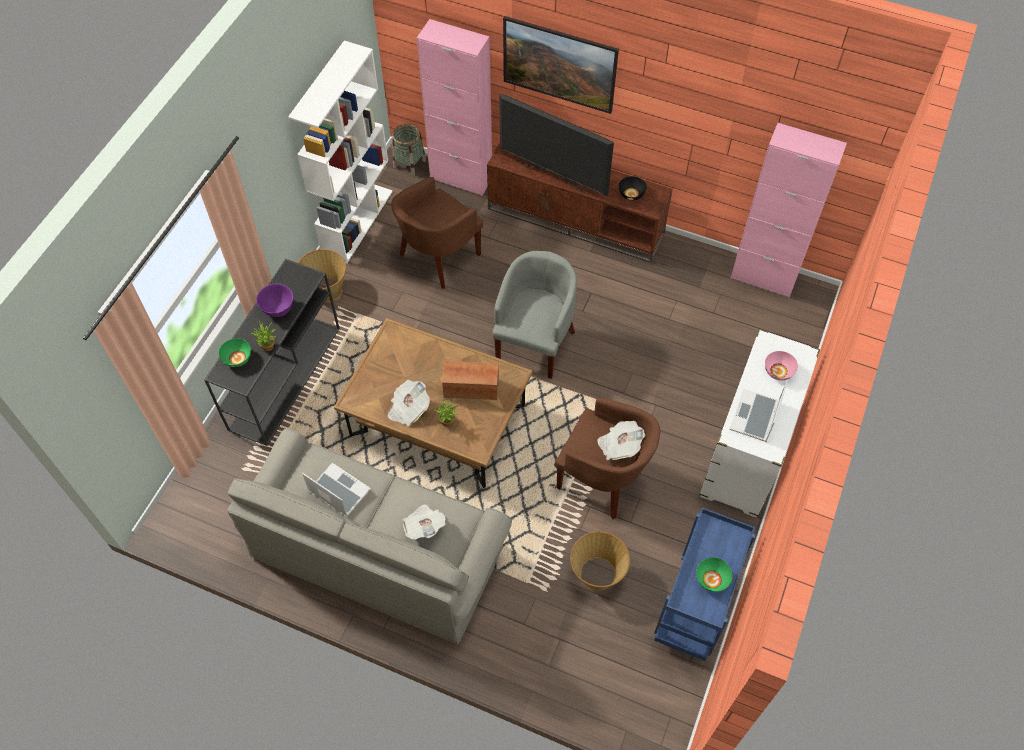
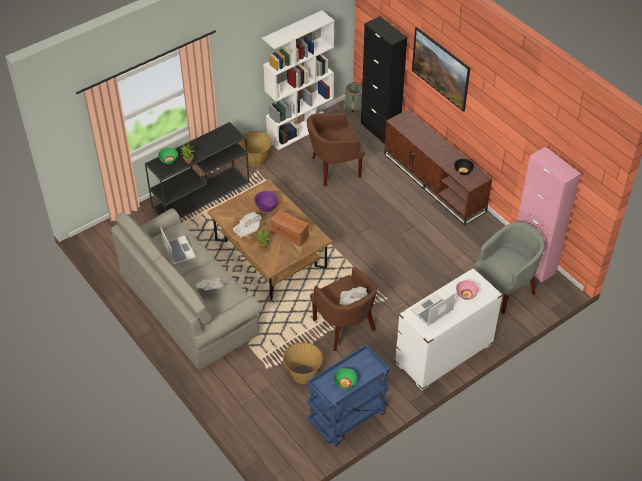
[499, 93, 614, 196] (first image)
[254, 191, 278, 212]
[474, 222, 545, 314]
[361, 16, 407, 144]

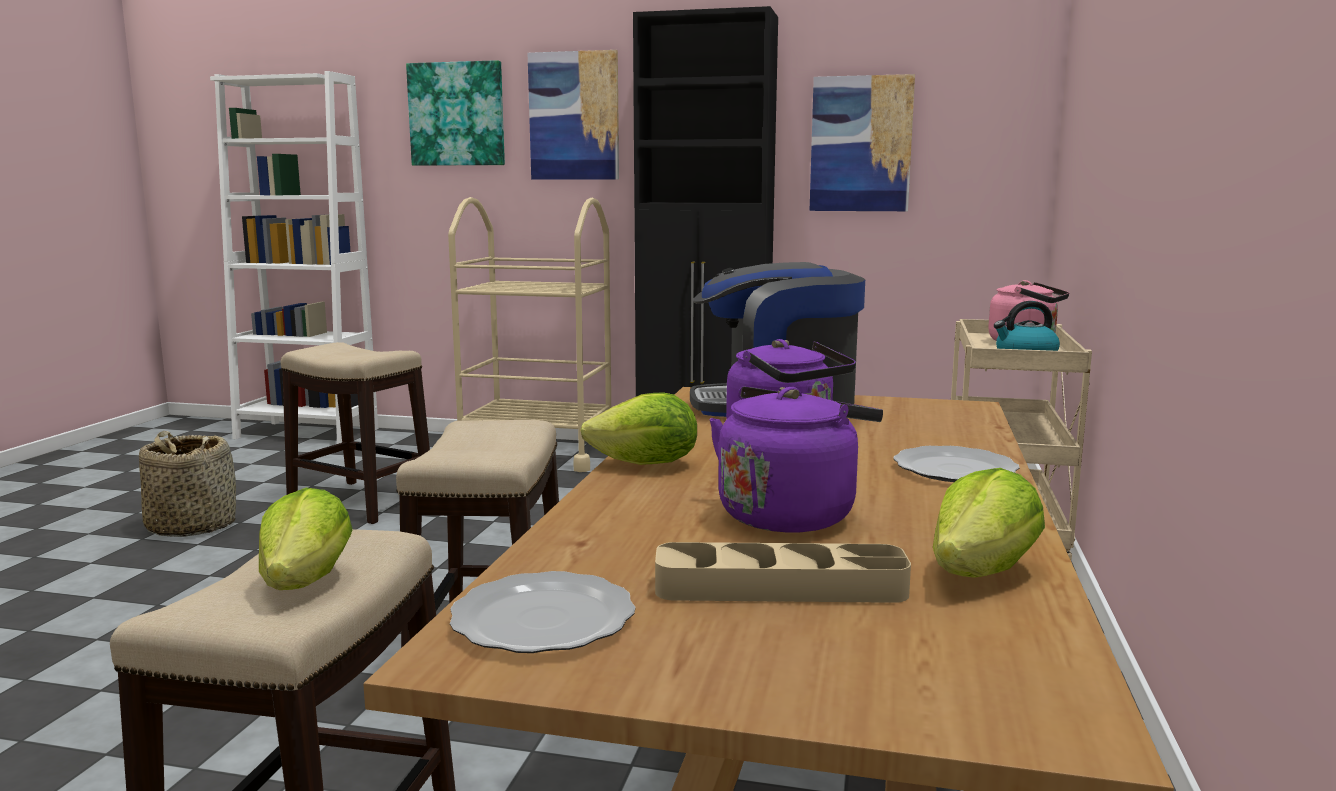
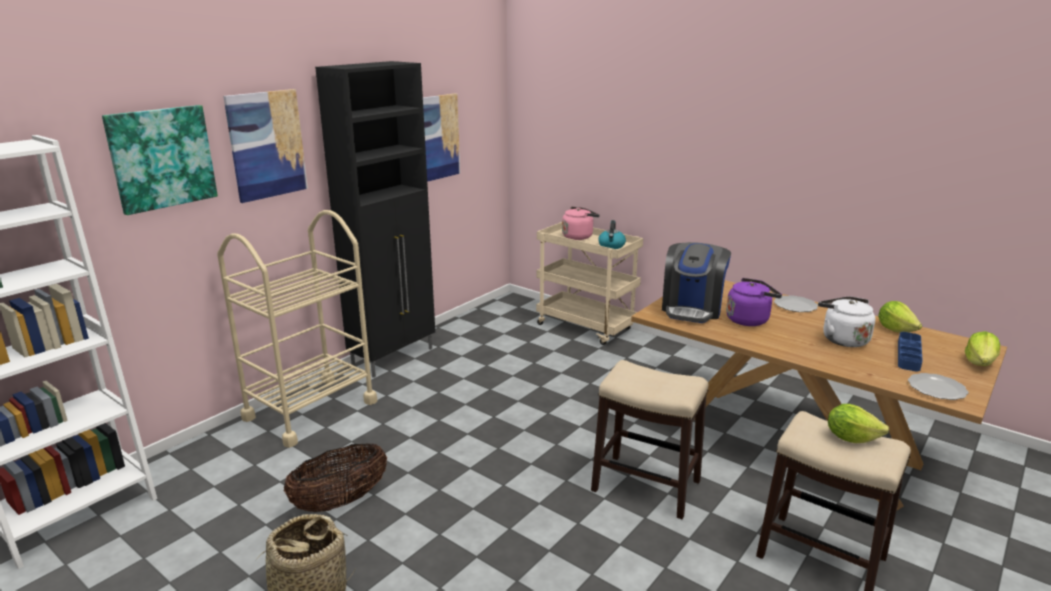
[965, 331, 1000, 366]
[284, 443, 387, 512]
[898, 332, 923, 371]
[818, 296, 875, 347]

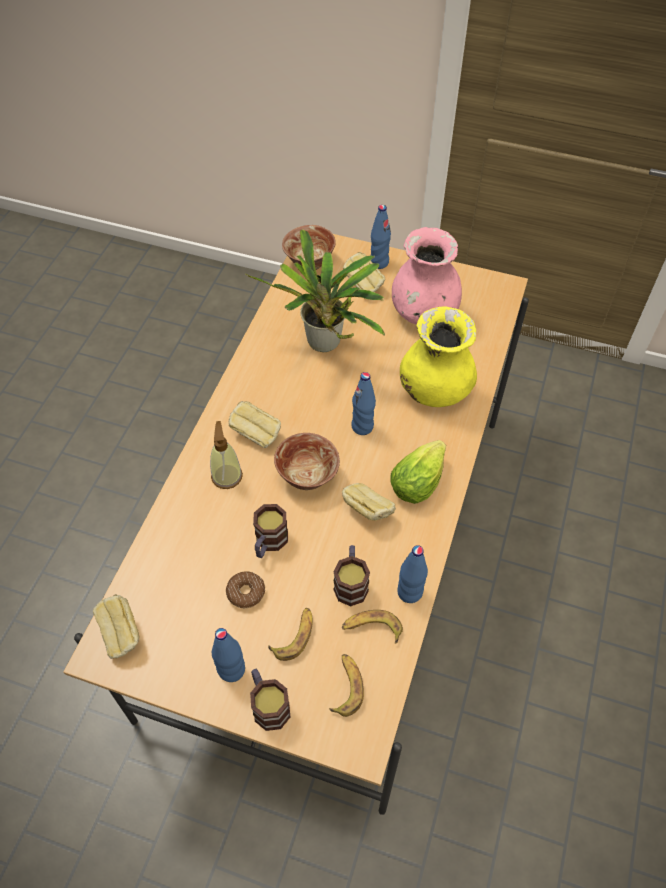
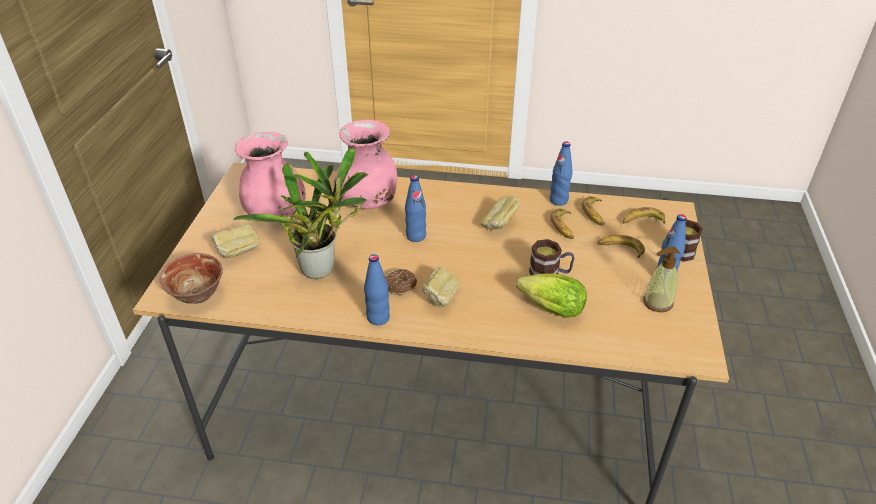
[93, 594, 140, 659] (first image)
[274, 433, 340, 490] (first image)
[643, 247, 680, 312]
[385, 269, 417, 295]
[364, 254, 390, 325]
[516, 274, 587, 318]
[550, 209, 574, 239]
[334, 120, 397, 209]

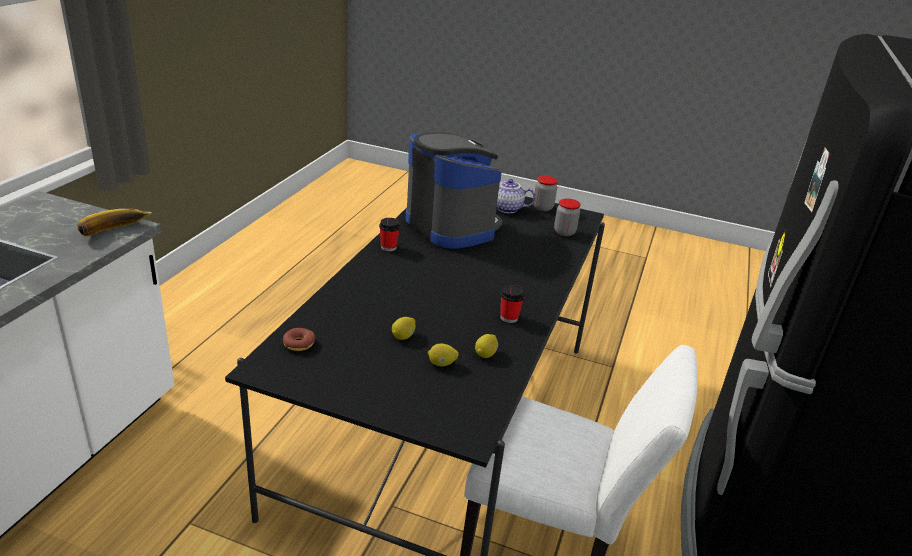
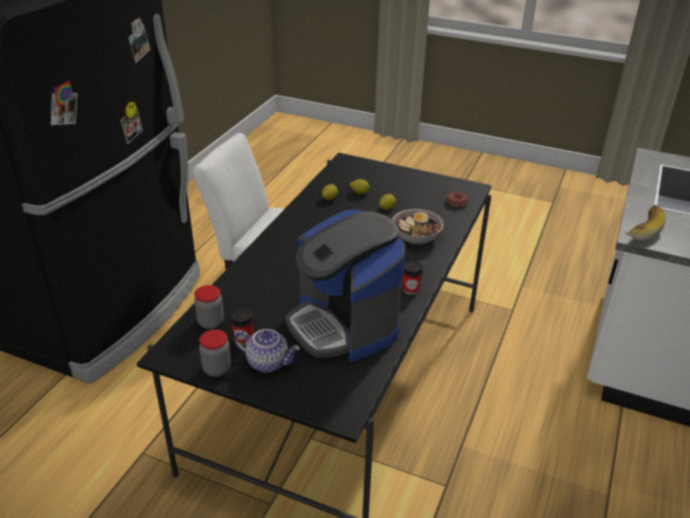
[392, 209, 444, 244]
[230, 308, 254, 345]

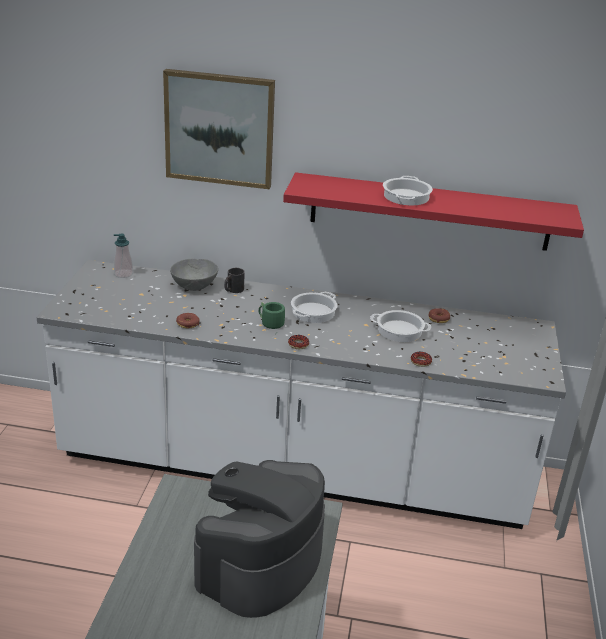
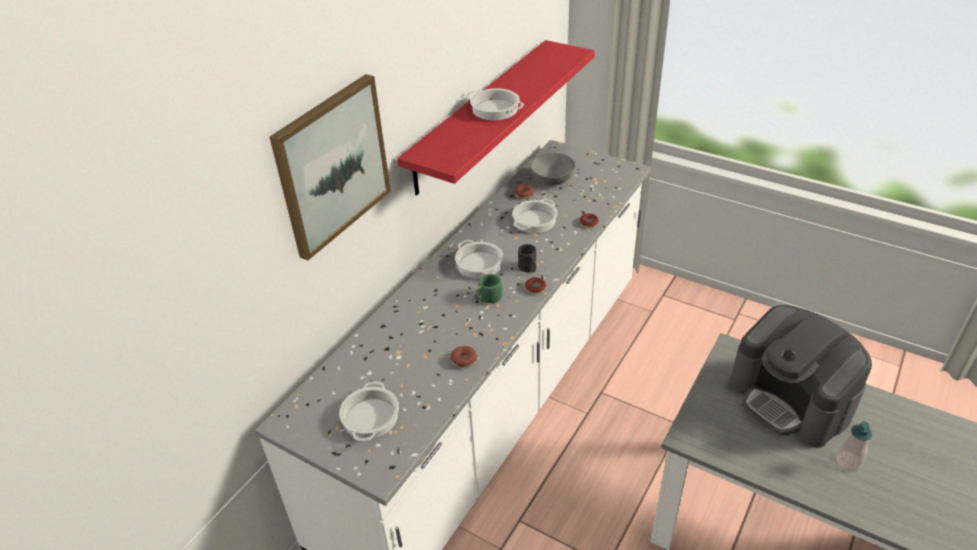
[339, 381, 399, 441]
[836, 421, 872, 471]
[530, 153, 575, 186]
[518, 244, 537, 272]

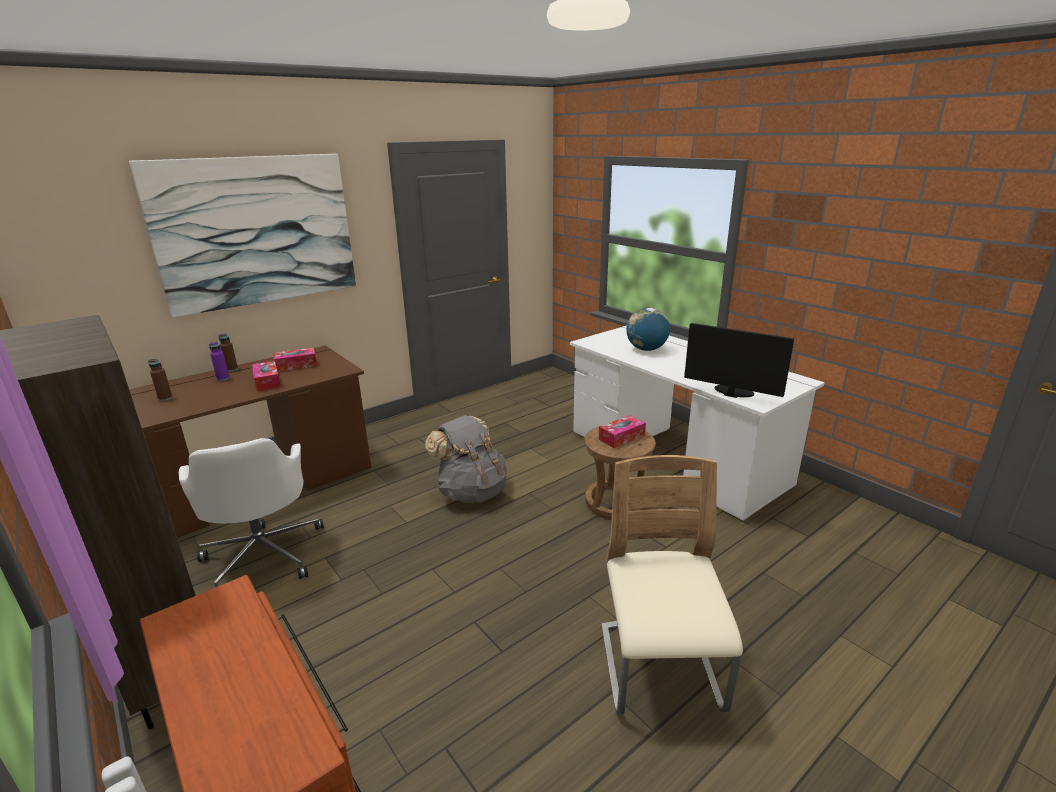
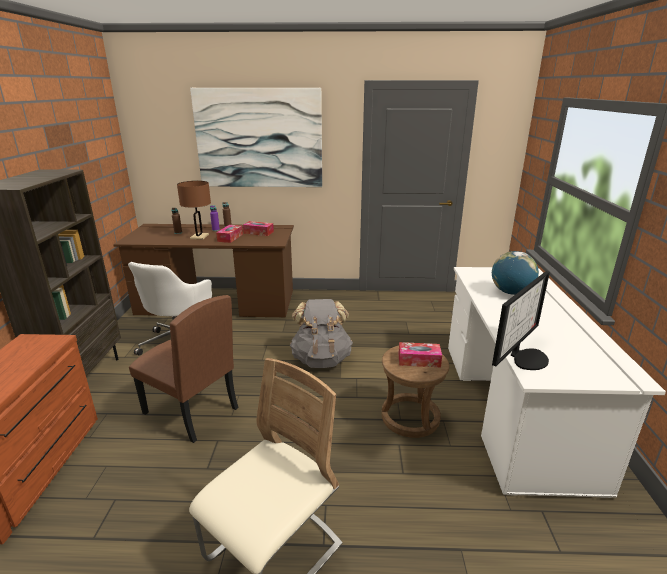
[129, 295, 238, 443]
[177, 181, 211, 240]
[492, 271, 550, 370]

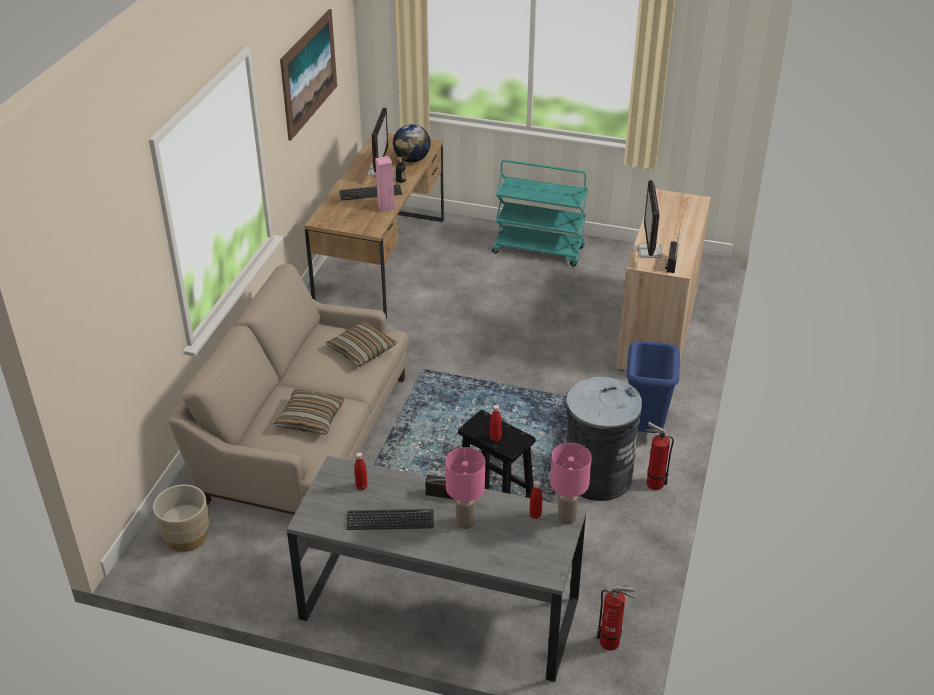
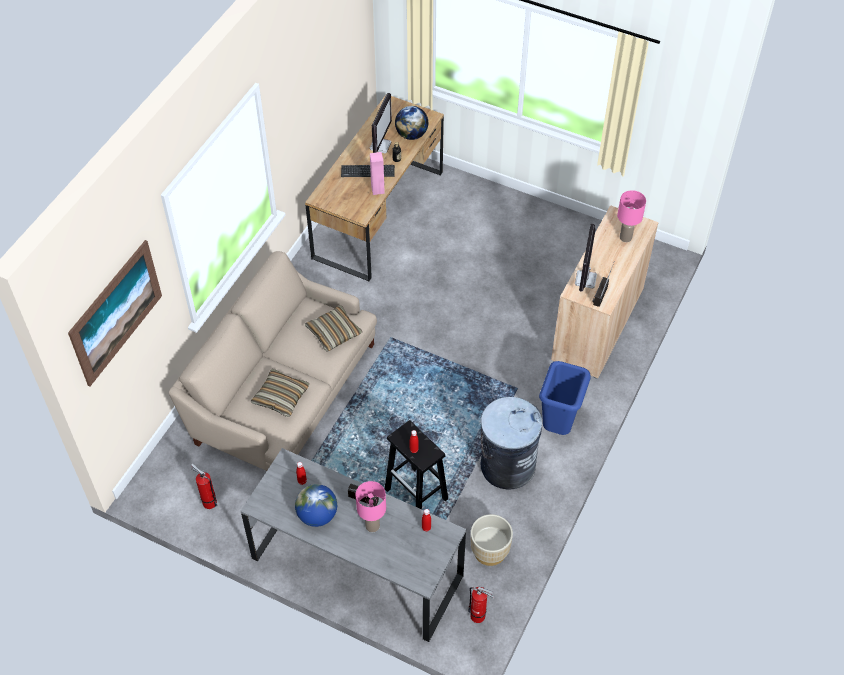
[492, 160, 588, 266] (first image)
[471, 514, 513, 566]
[68, 240, 162, 387]
[617, 190, 646, 242]
[191, 464, 217, 509]
[295, 484, 337, 527]

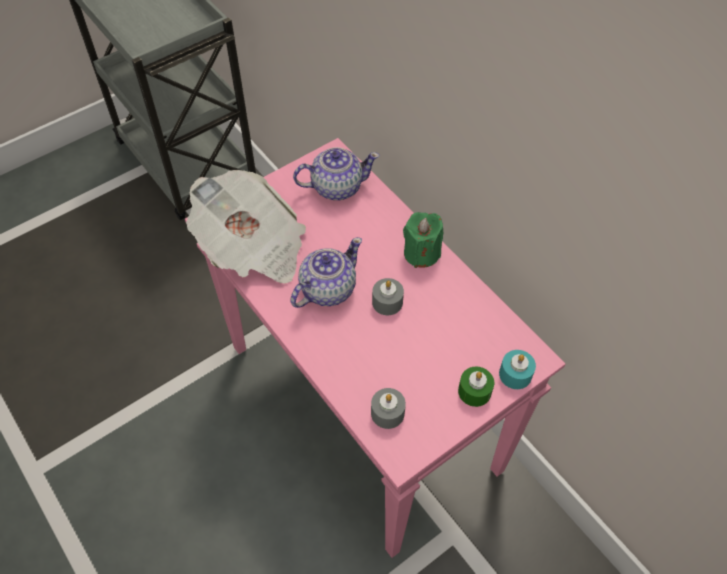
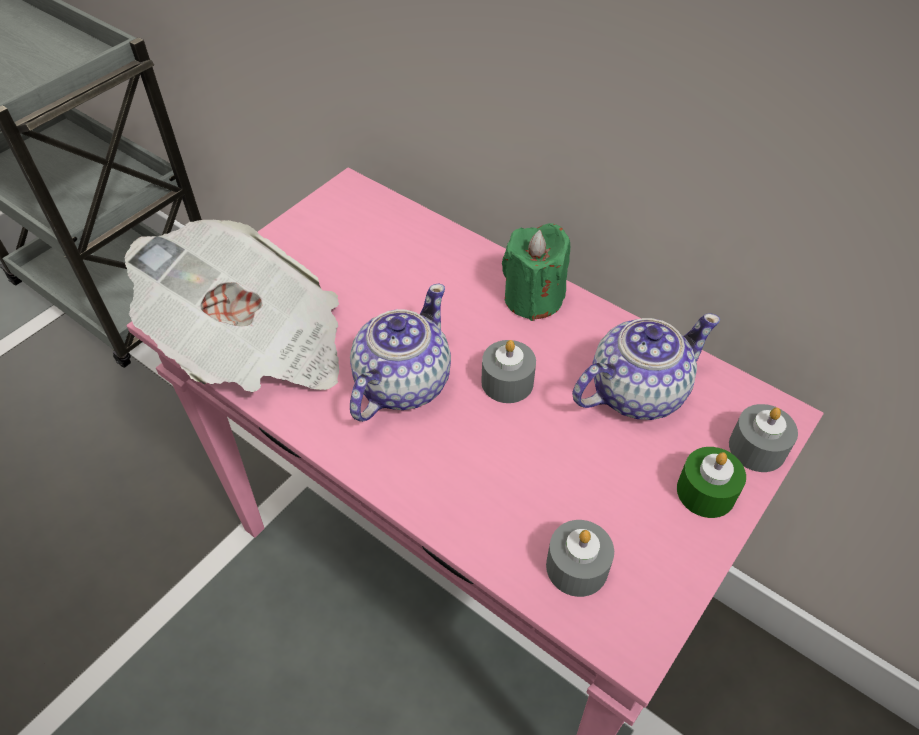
[572, 313, 720, 420]
[729, 404, 798, 472]

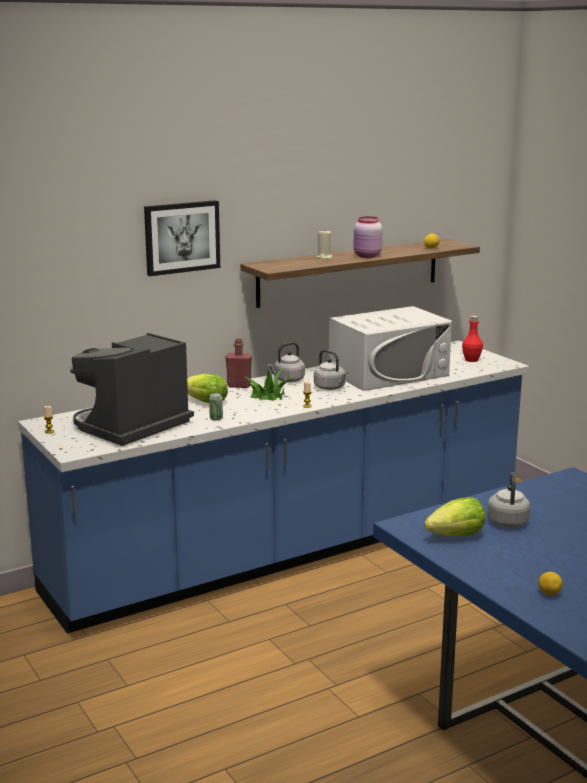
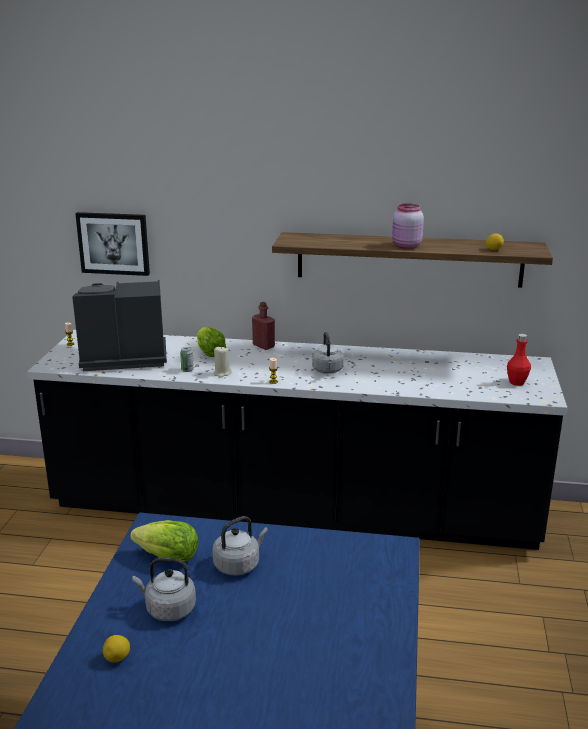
[246, 369, 295, 401] (first image)
[329, 306, 452, 391] (first image)
[75, 212, 150, 276]
[132, 557, 196, 621]
[214, 347, 231, 378]
[27, 330, 567, 550]

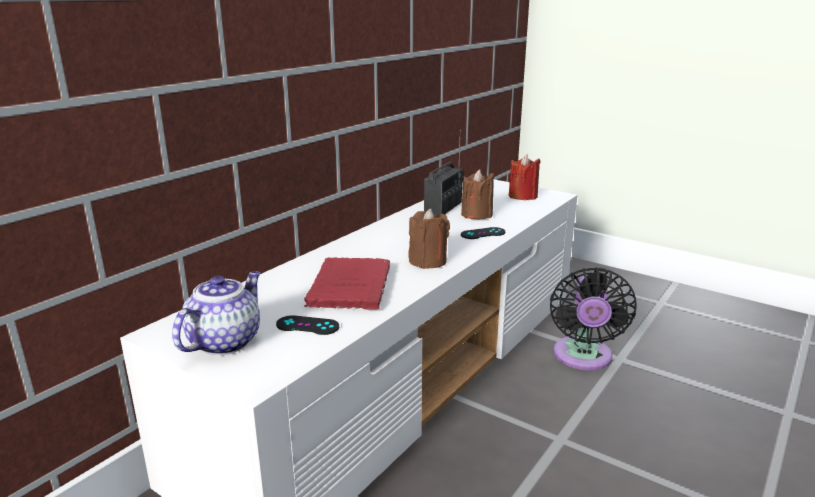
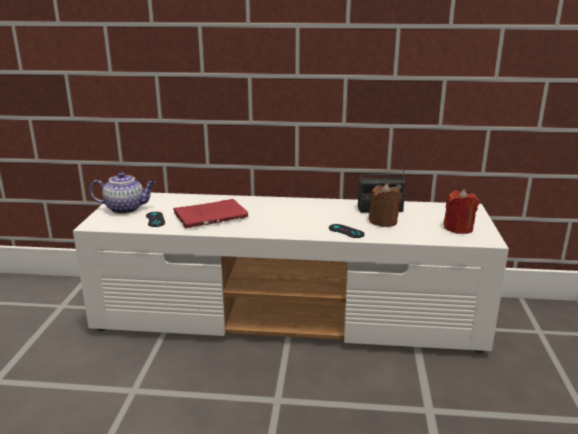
[408, 209, 450, 269] (first image)
[550, 267, 637, 370] (first image)

